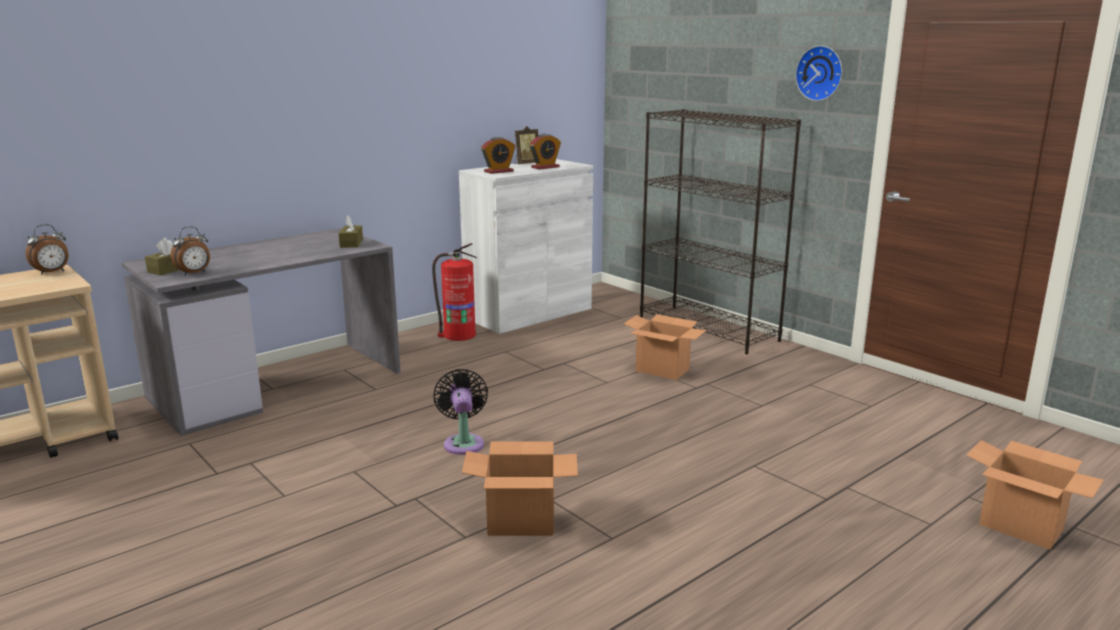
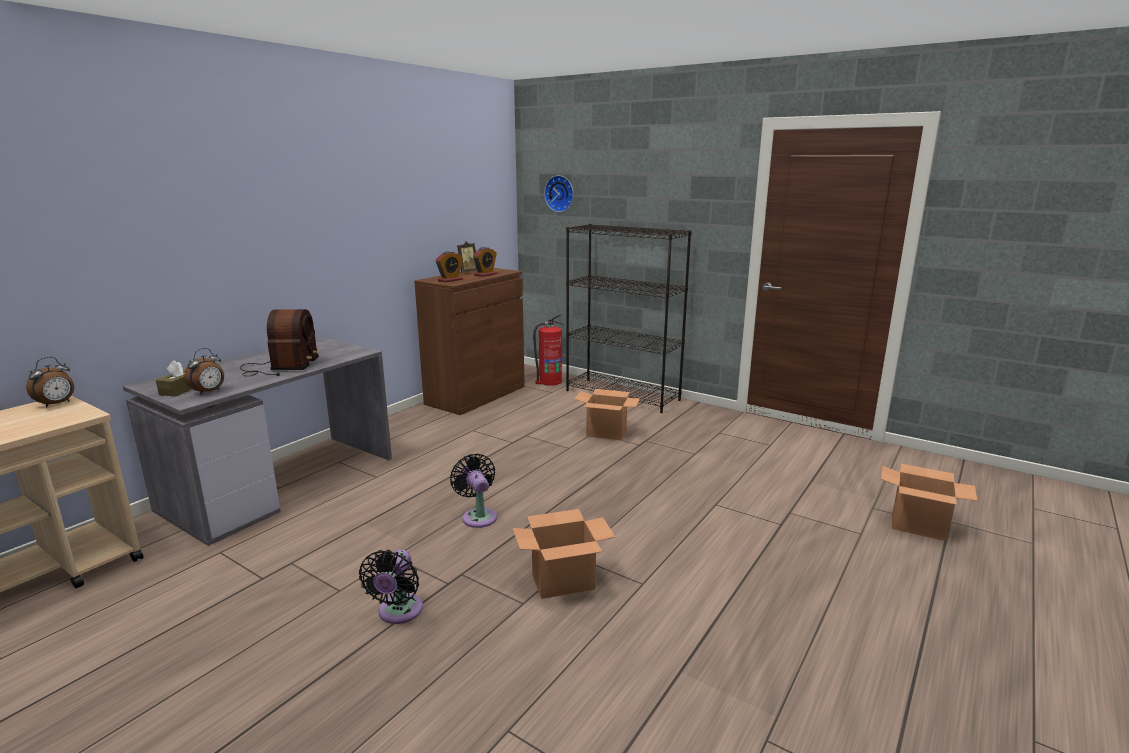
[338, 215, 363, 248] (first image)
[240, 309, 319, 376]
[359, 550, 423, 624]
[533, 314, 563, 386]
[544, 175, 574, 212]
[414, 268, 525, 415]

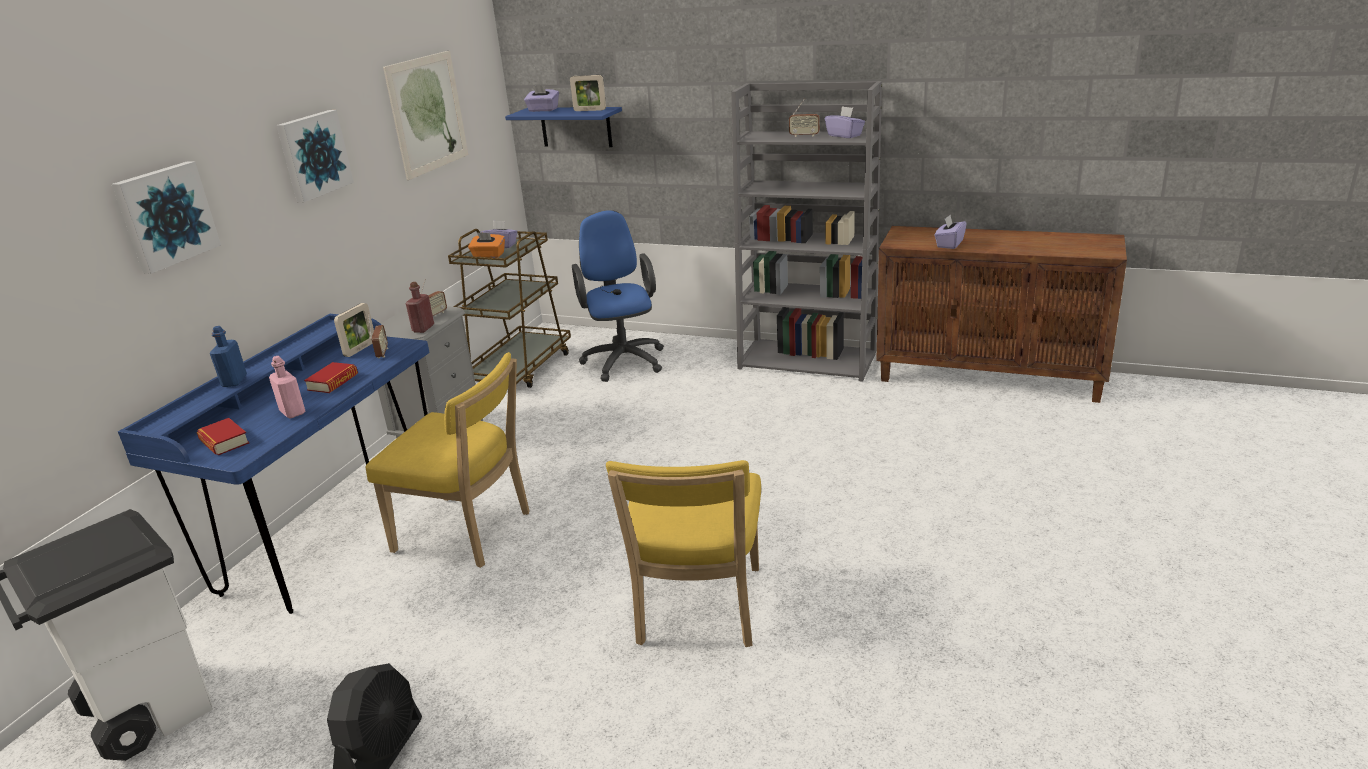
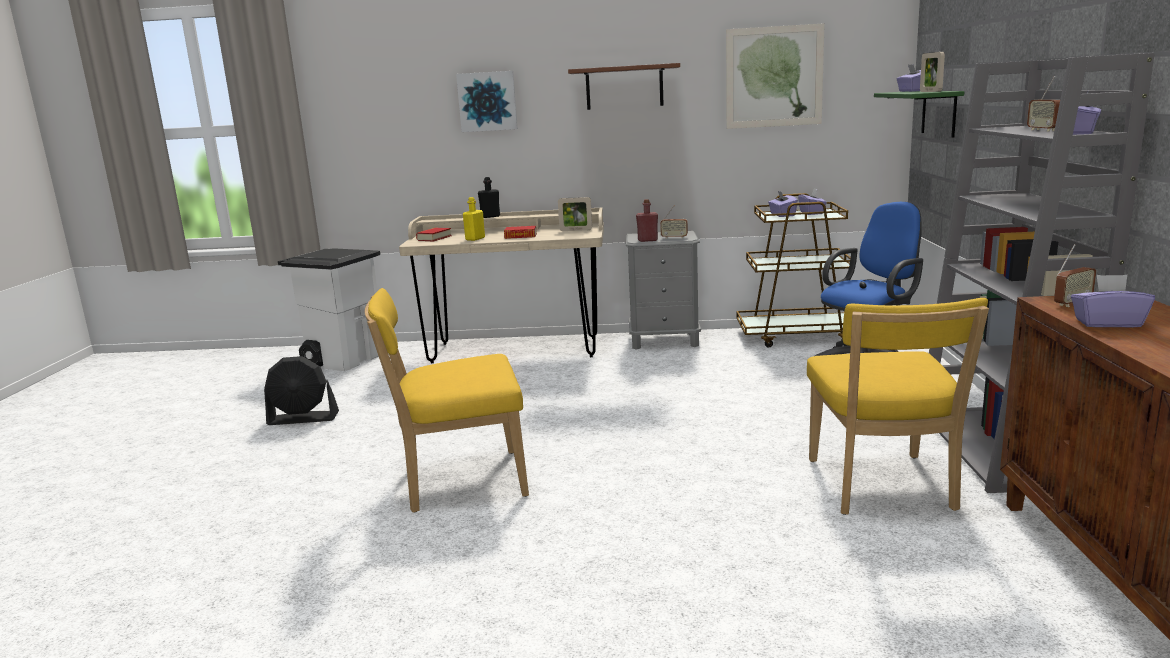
[807, 298, 989, 515]
[1054, 244, 1096, 307]
[568, 63, 680, 110]
[399, 207, 604, 363]
[478, 177, 500, 218]
[463, 197, 485, 241]
[768, 191, 798, 217]
[874, 91, 964, 138]

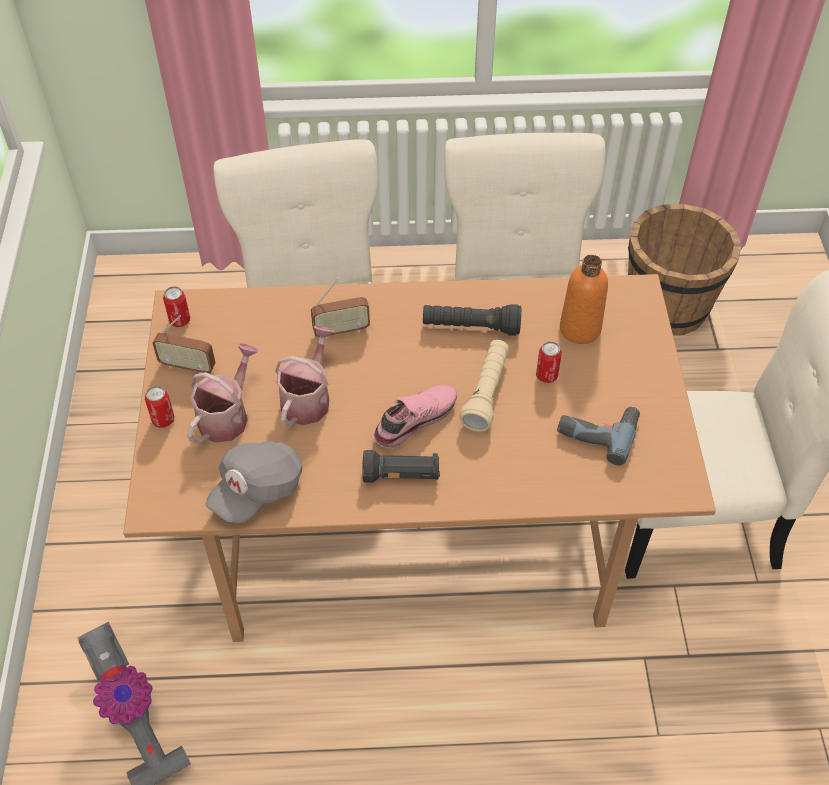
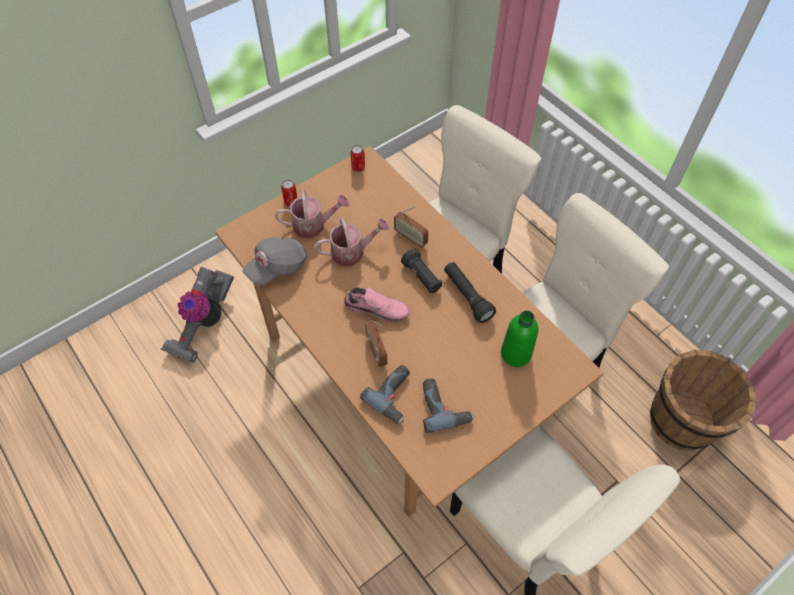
[459, 340, 509, 432] (first image)
[536, 341, 562, 383] (first image)
[360, 365, 410, 424]
[365, 320, 388, 367]
[401, 249, 442, 293]
[501, 311, 538, 367]
[243, 237, 307, 285]

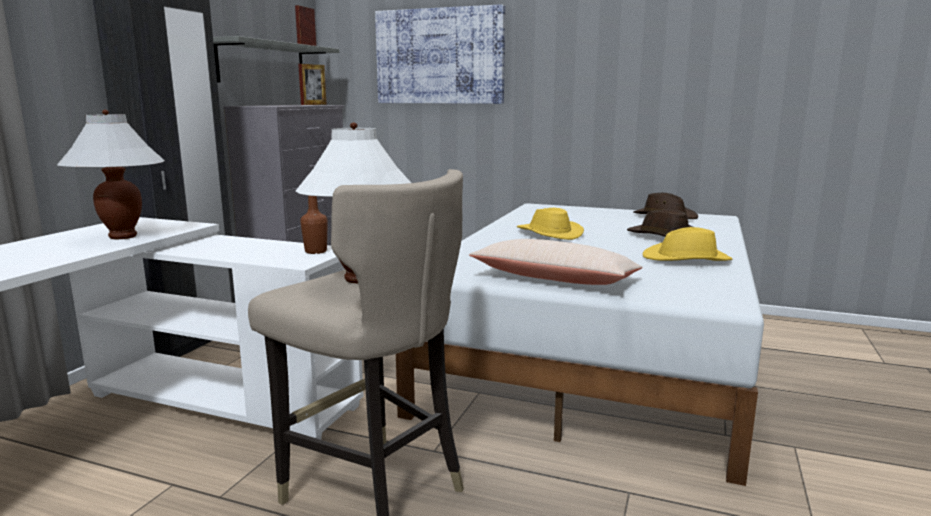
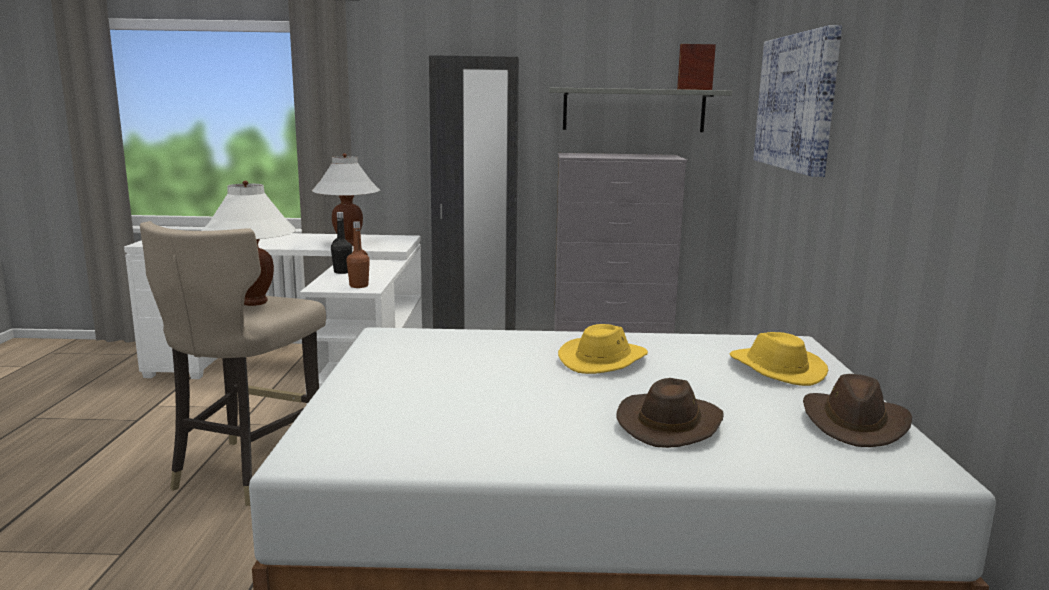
[298, 64, 327, 105] (first image)
[469, 239, 643, 285] (first image)
[331, 212, 352, 274]
[730, 332, 828, 386]

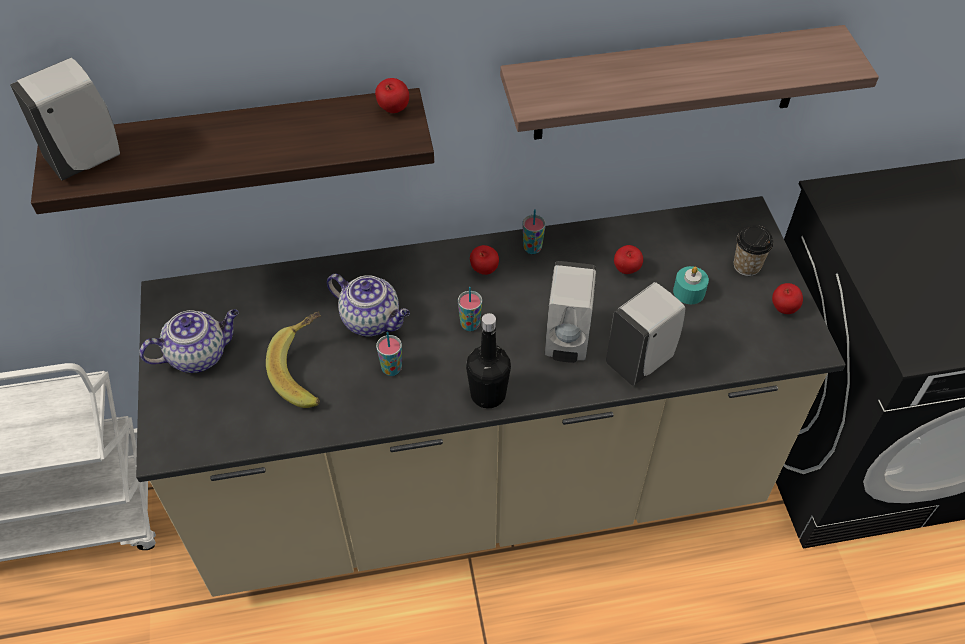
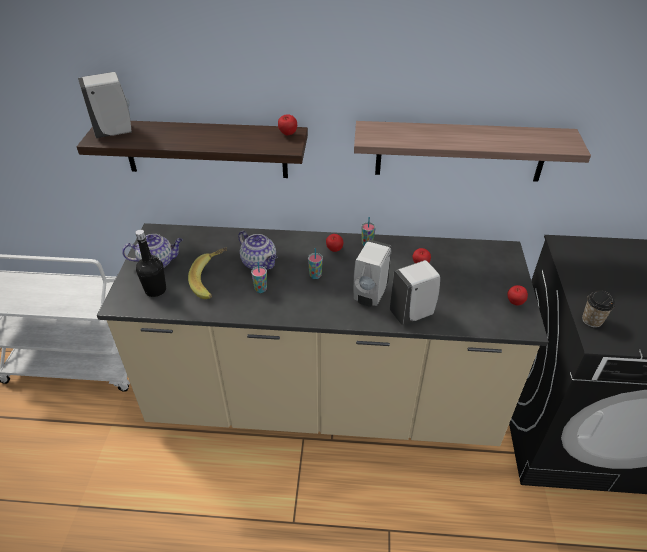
[673, 266, 709, 304] (first image)
[135, 229, 166, 297]
[582, 290, 615, 328]

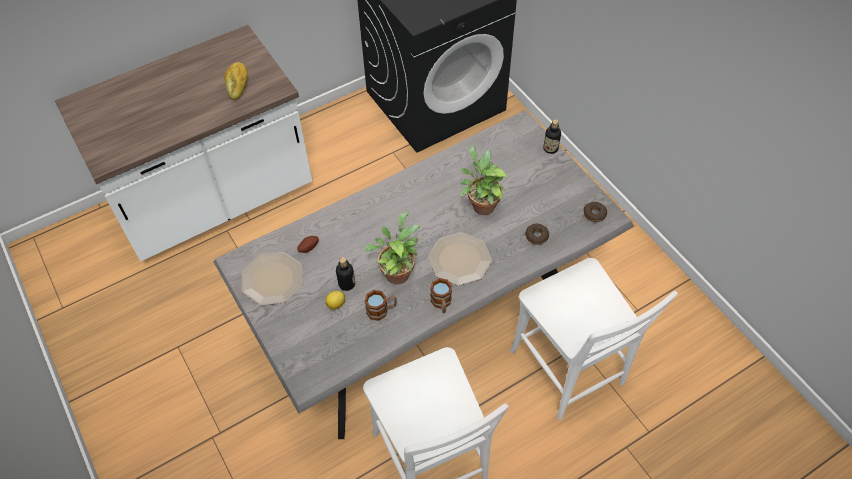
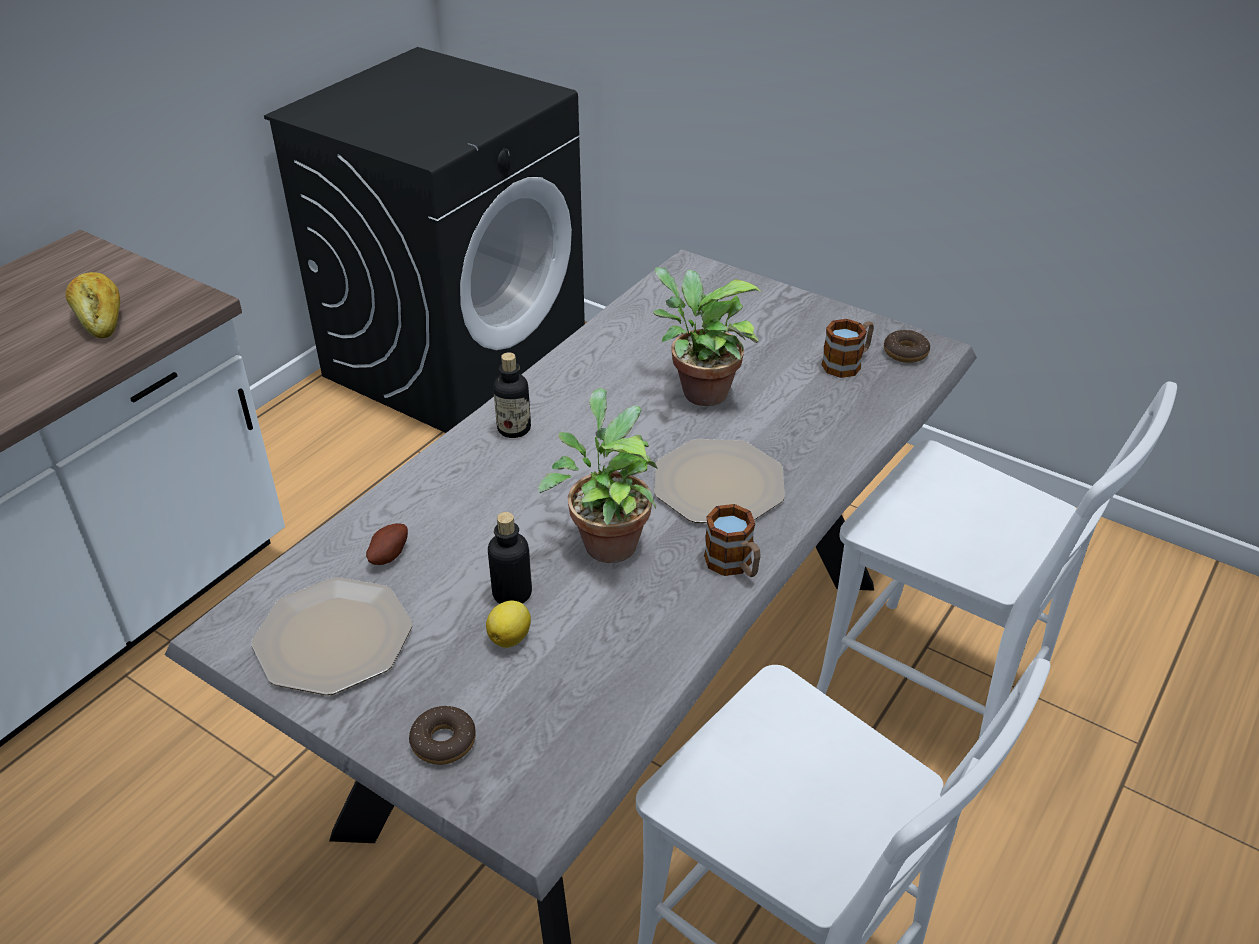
[821, 319, 874, 378]
[409, 706, 476, 765]
[493, 352, 531, 438]

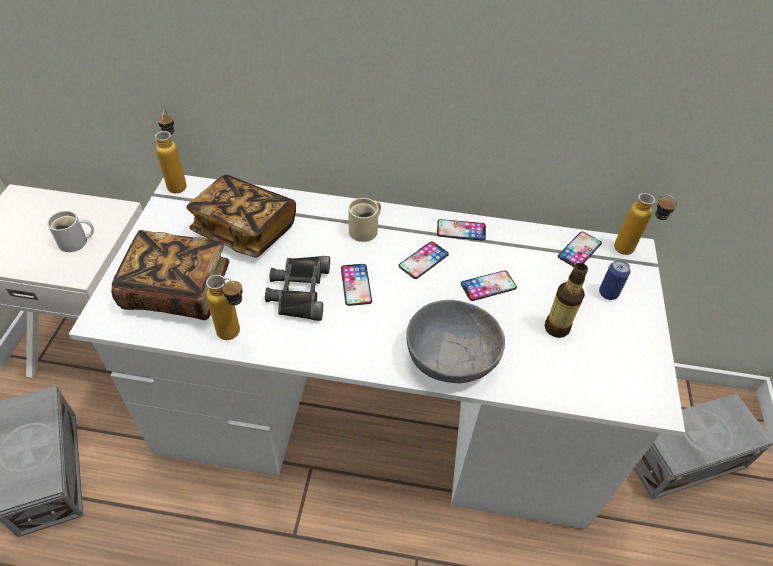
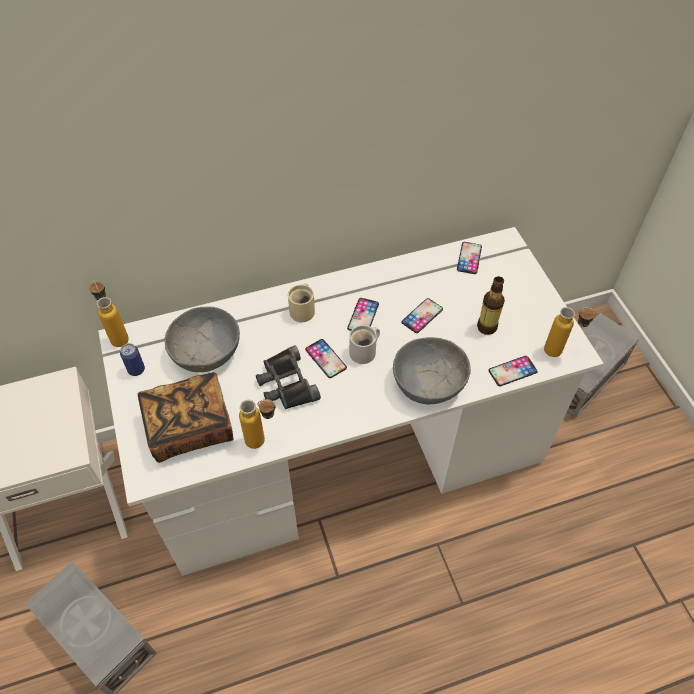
[349, 325, 380, 364]
[489, 356, 538, 386]
[120, 343, 145, 376]
[544, 307, 596, 357]
[165, 306, 240, 372]

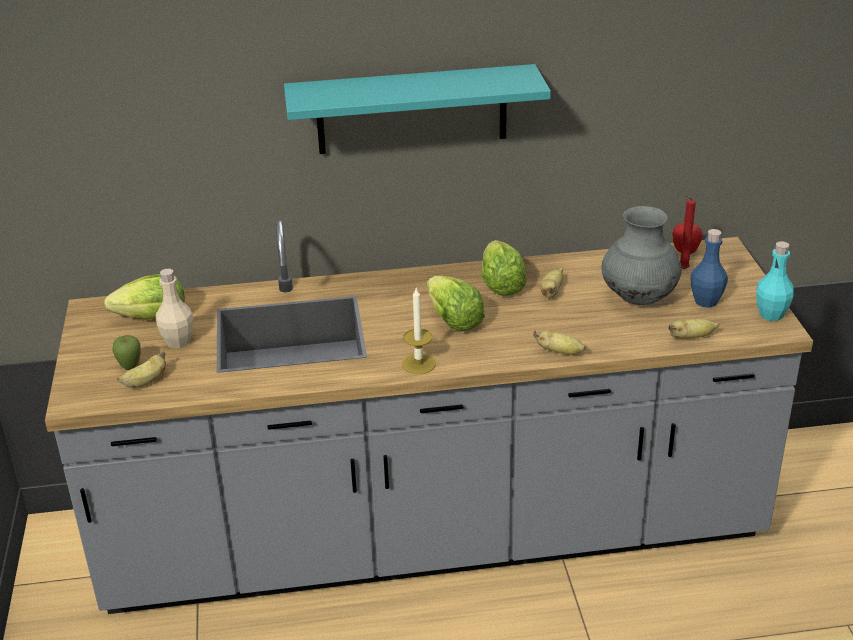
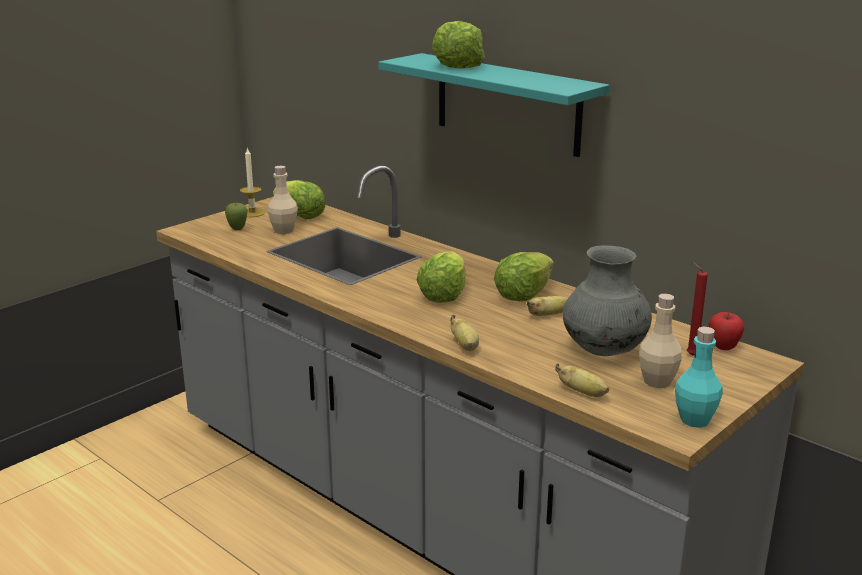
[117, 351, 166, 388] (first image)
[432, 21, 485, 69]
[240, 147, 265, 217]
[639, 294, 682, 388]

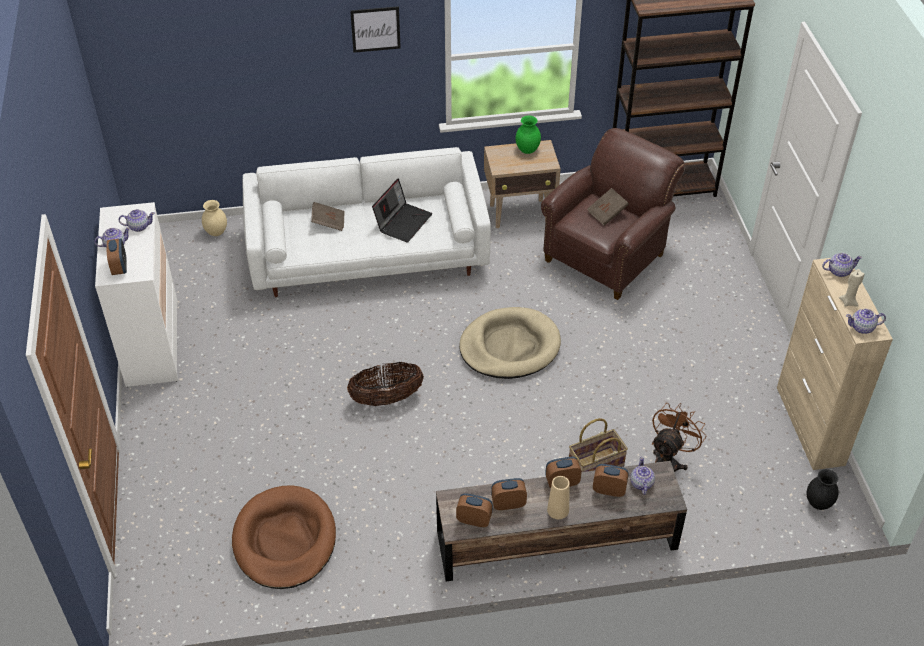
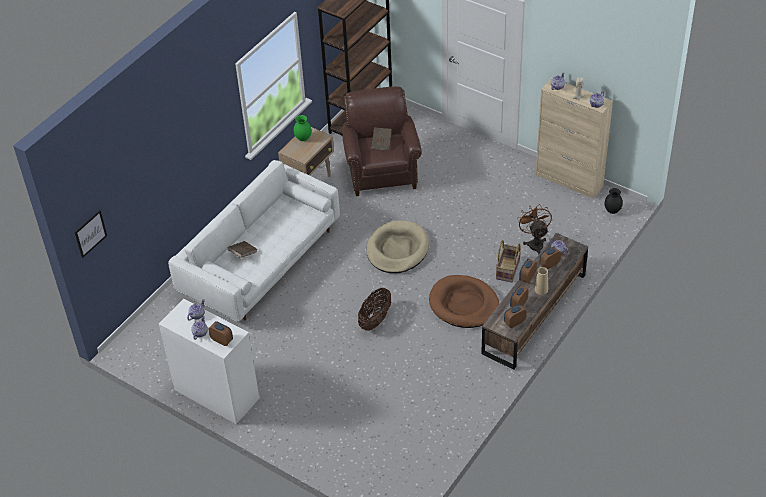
[202, 200, 227, 236] (first image)
[372, 178, 432, 242] (first image)
[429, 275, 499, 328]
[75, 210, 107, 258]

